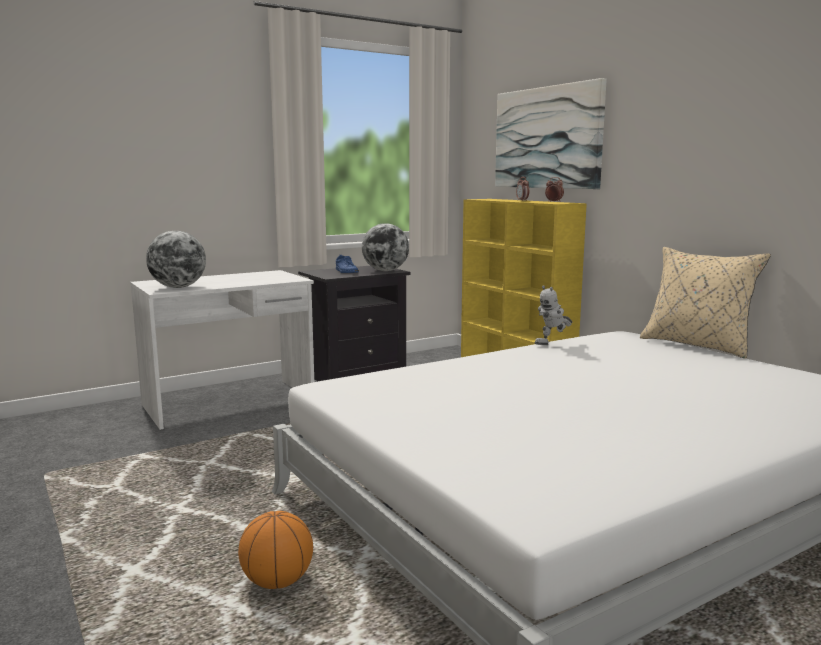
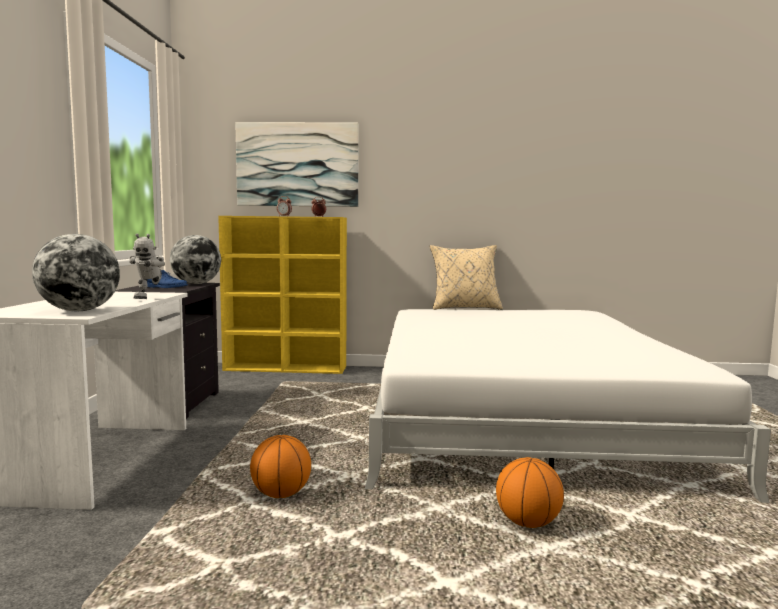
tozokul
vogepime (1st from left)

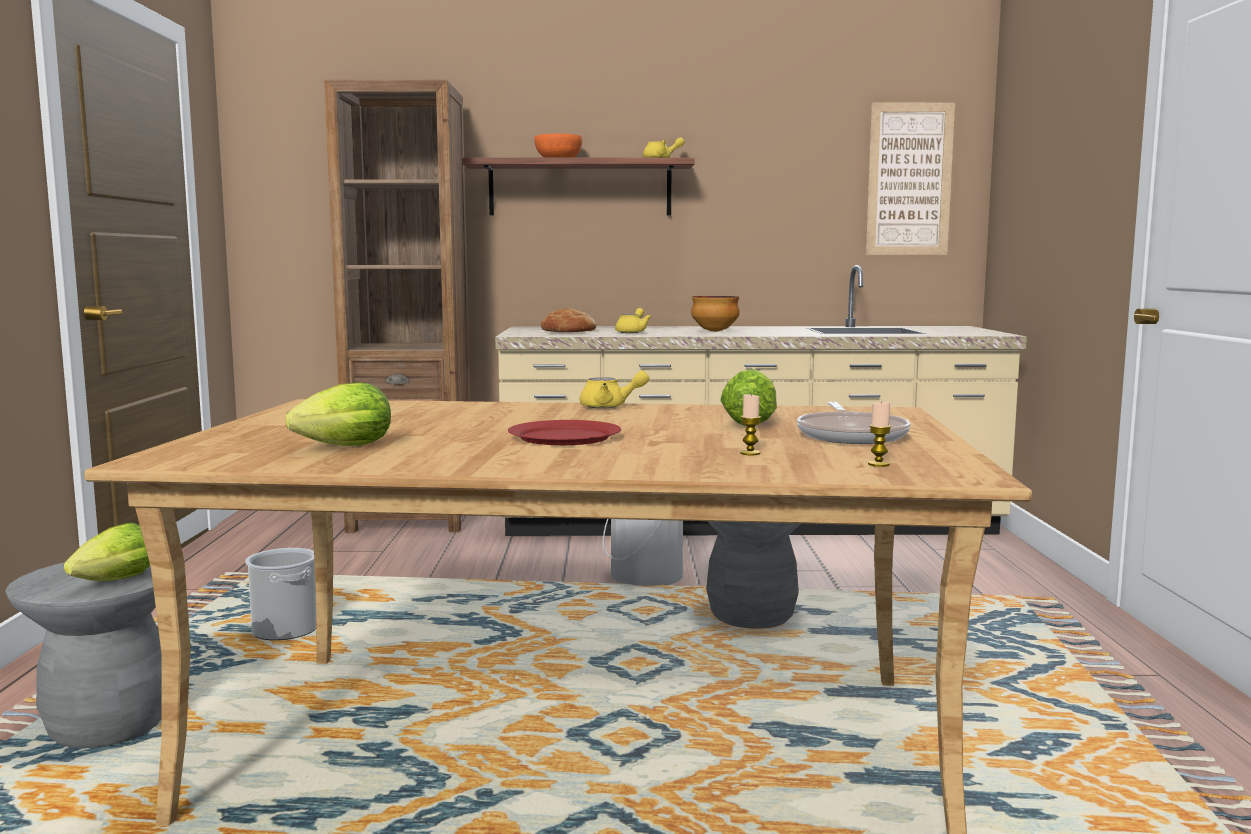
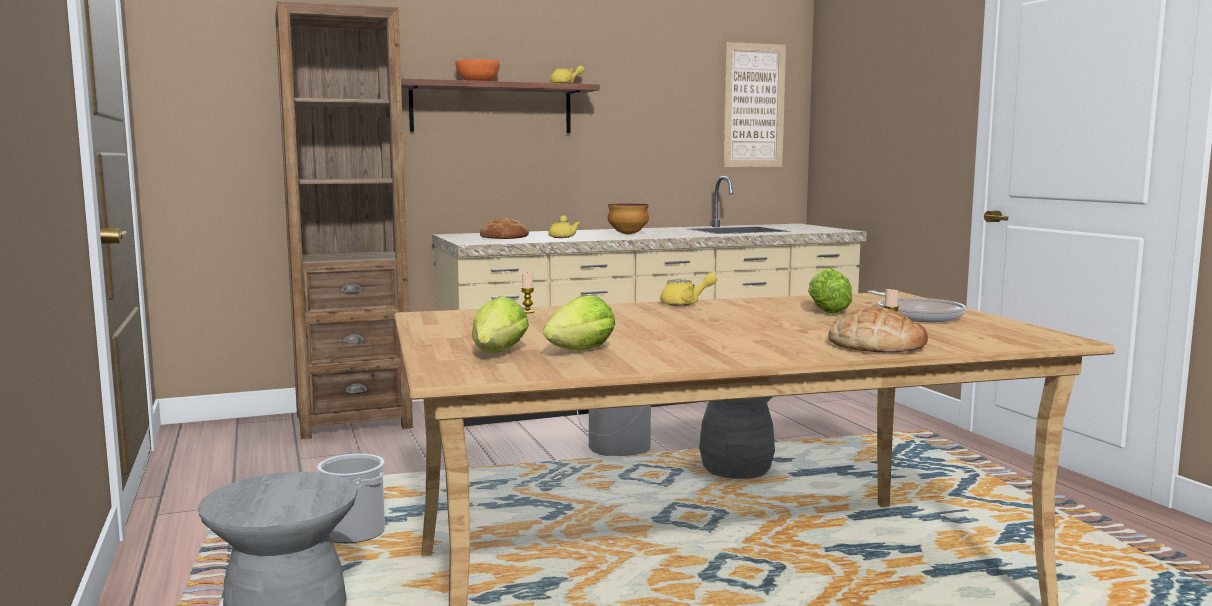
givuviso (1st from left)
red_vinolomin
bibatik (1st from left)
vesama (2nd from left)

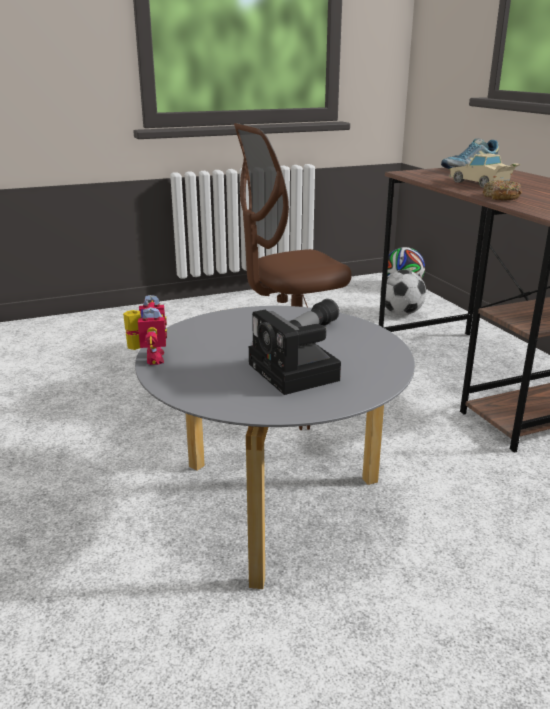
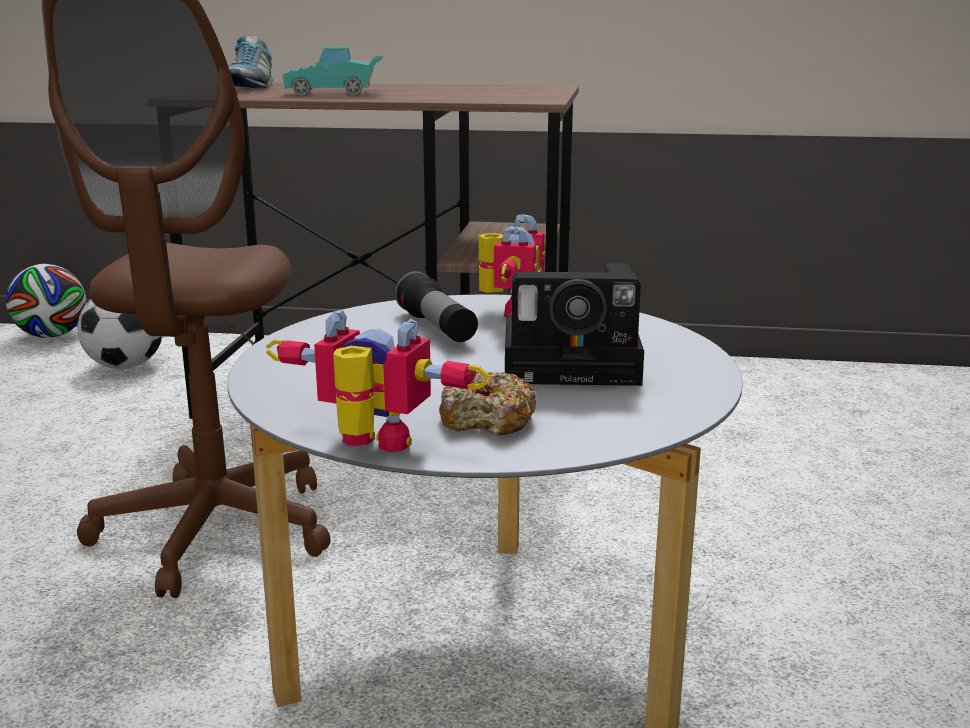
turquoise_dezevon
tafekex
tozokul (2nd from left)

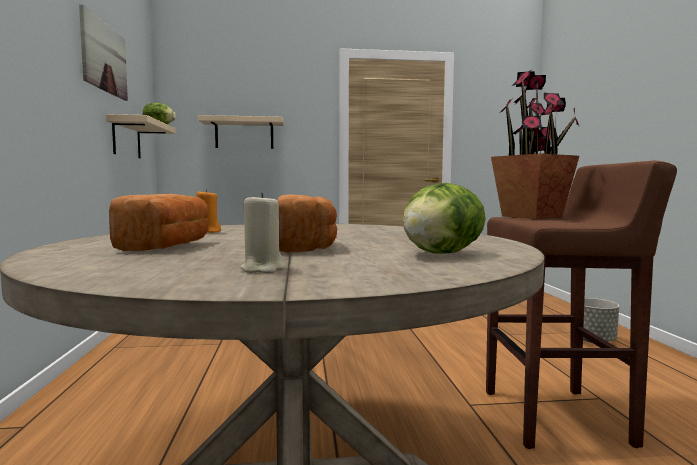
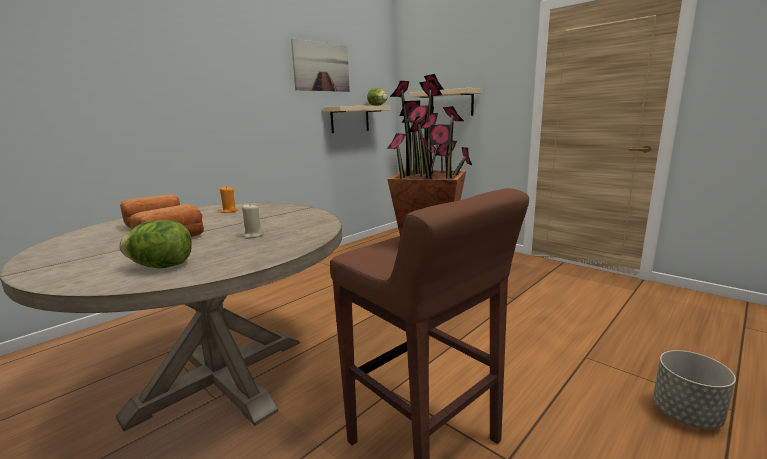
beige_bibatik

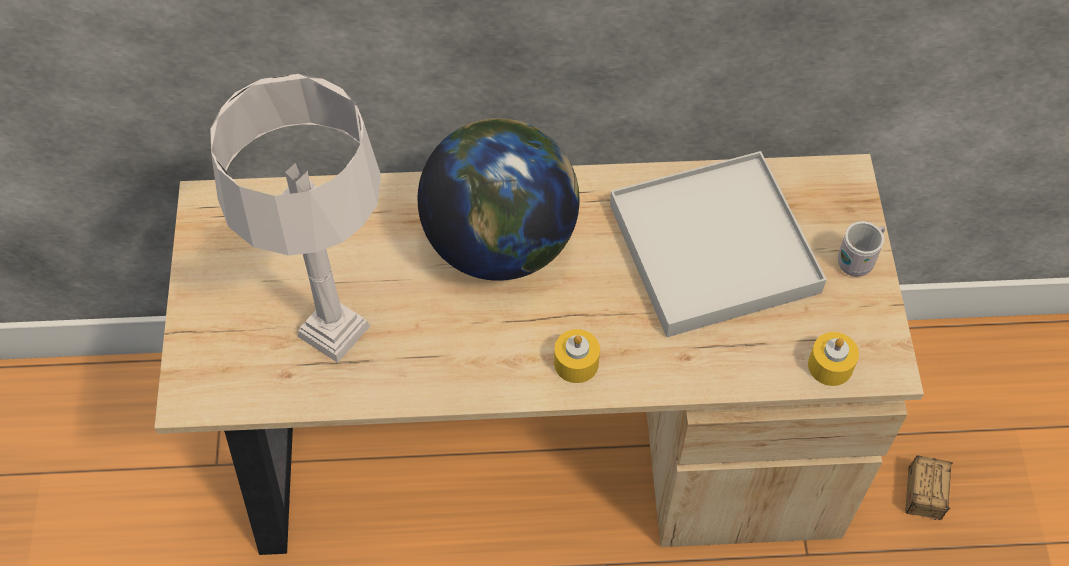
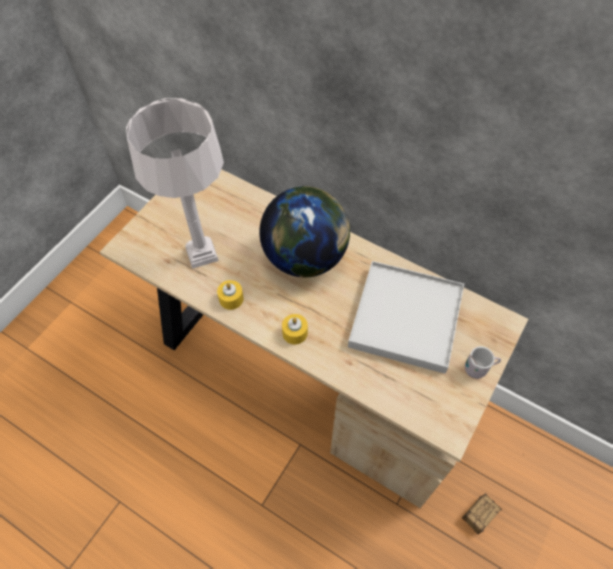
yellow_bibatik (1st from left)

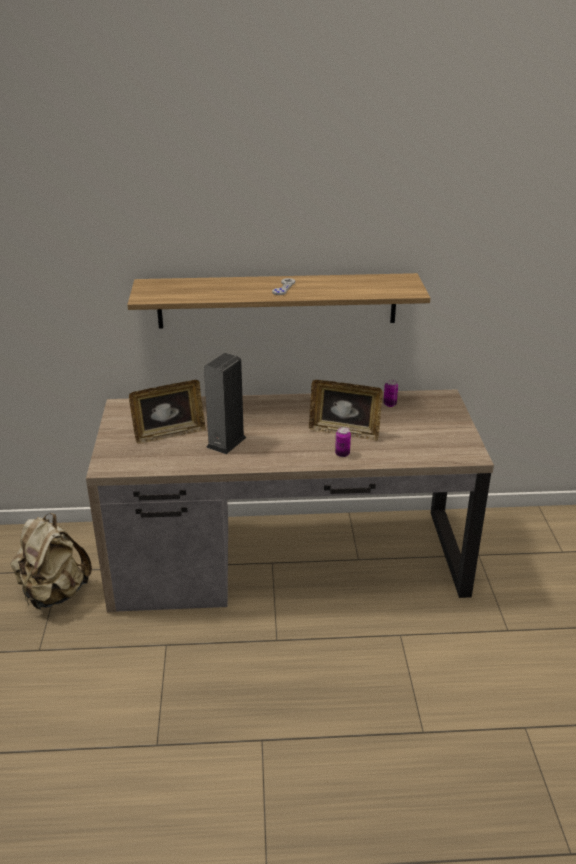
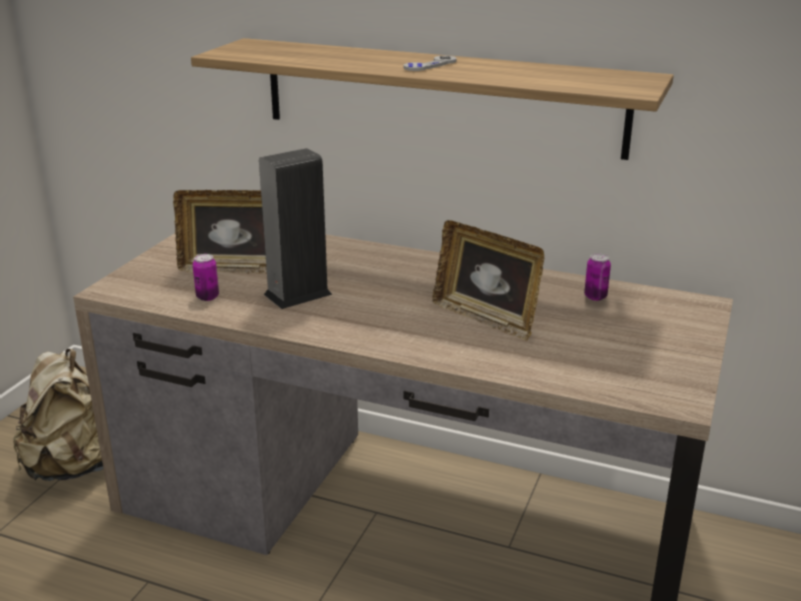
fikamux (1st from left)

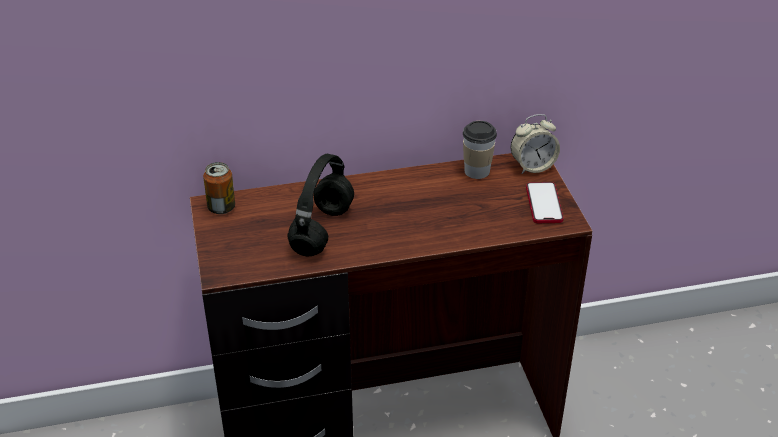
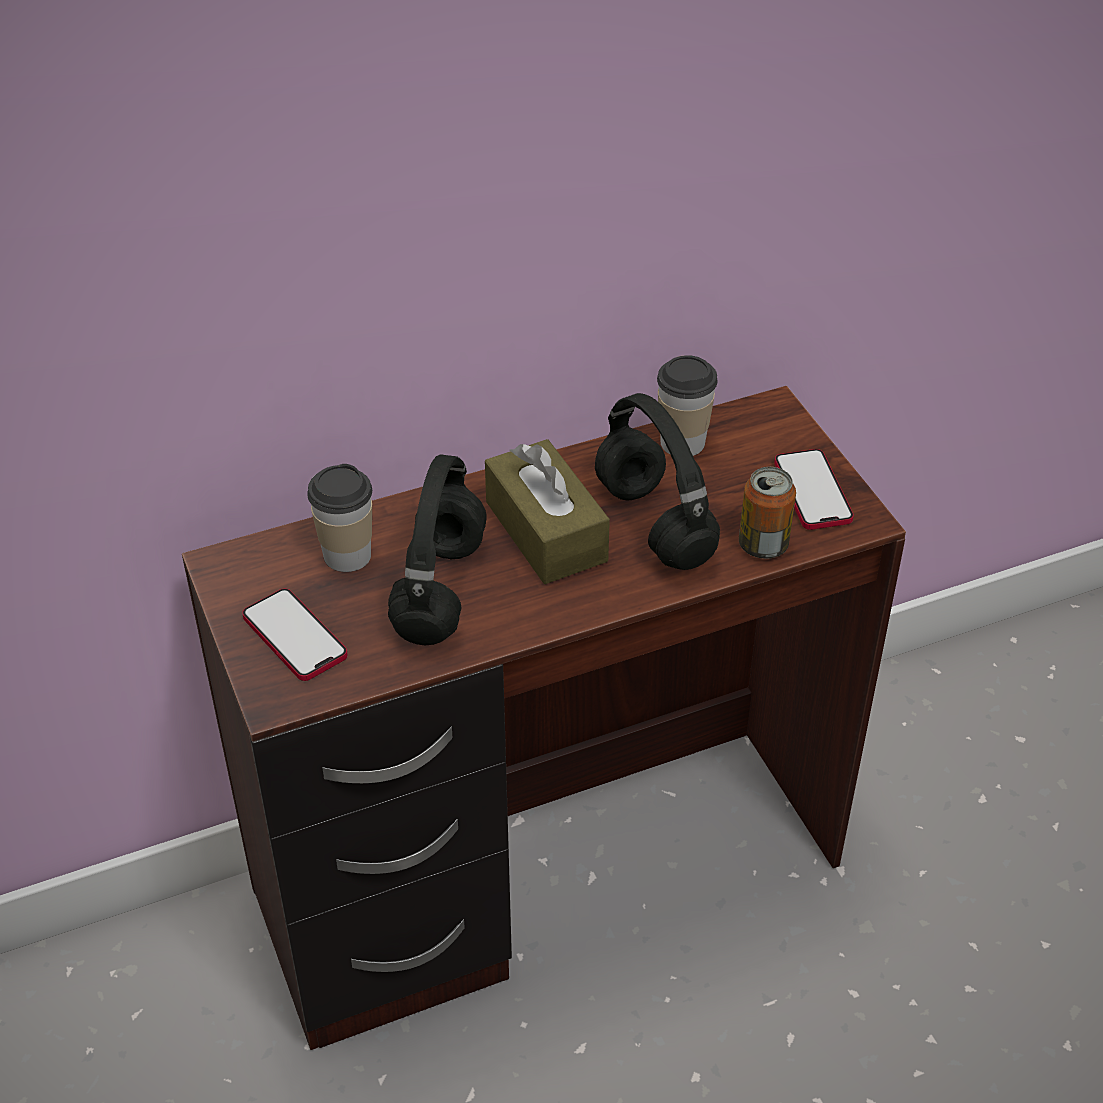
fikamux
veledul
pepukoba (1st from left)
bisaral (1st from left)
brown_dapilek
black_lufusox (2nd from left)

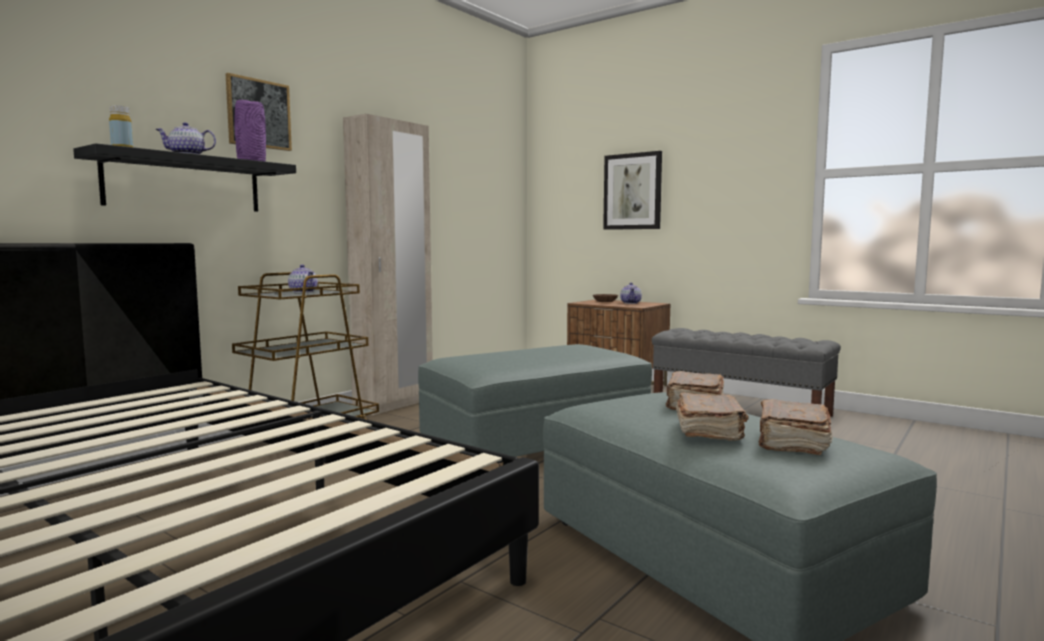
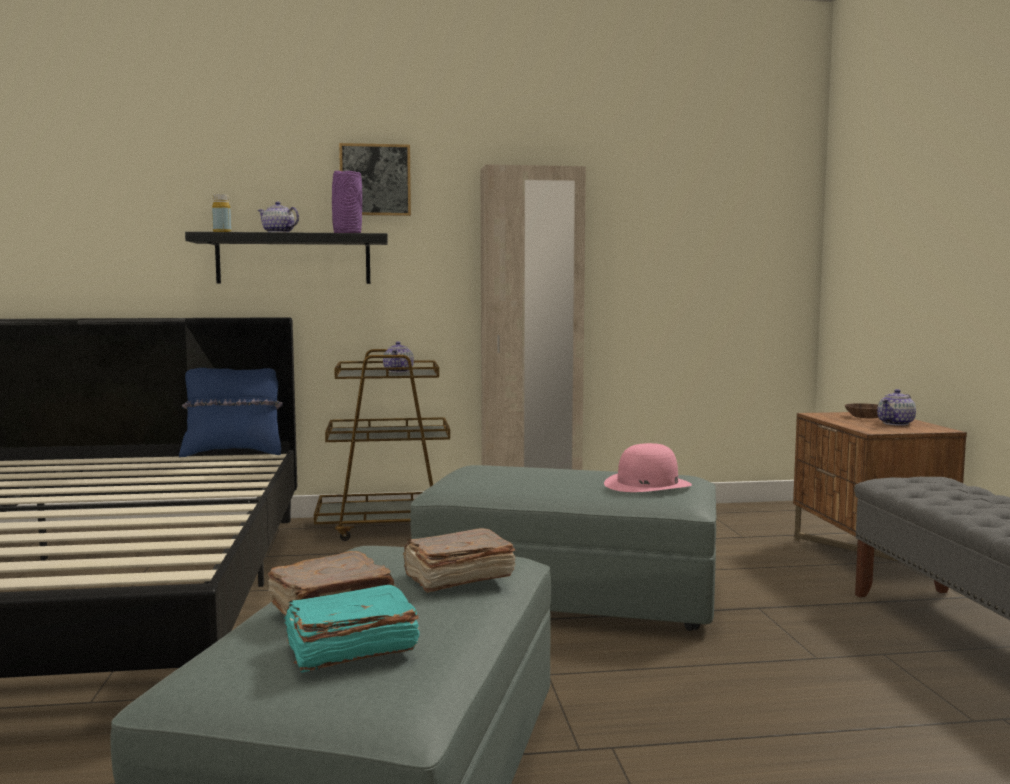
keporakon (2nd from left in the first image)
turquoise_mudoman
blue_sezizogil
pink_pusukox

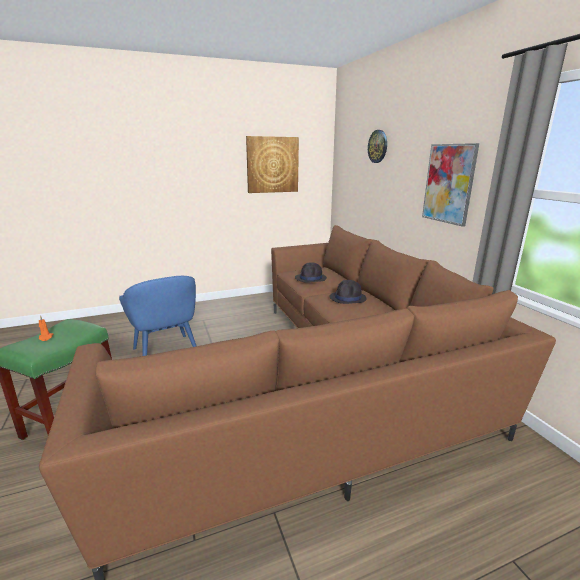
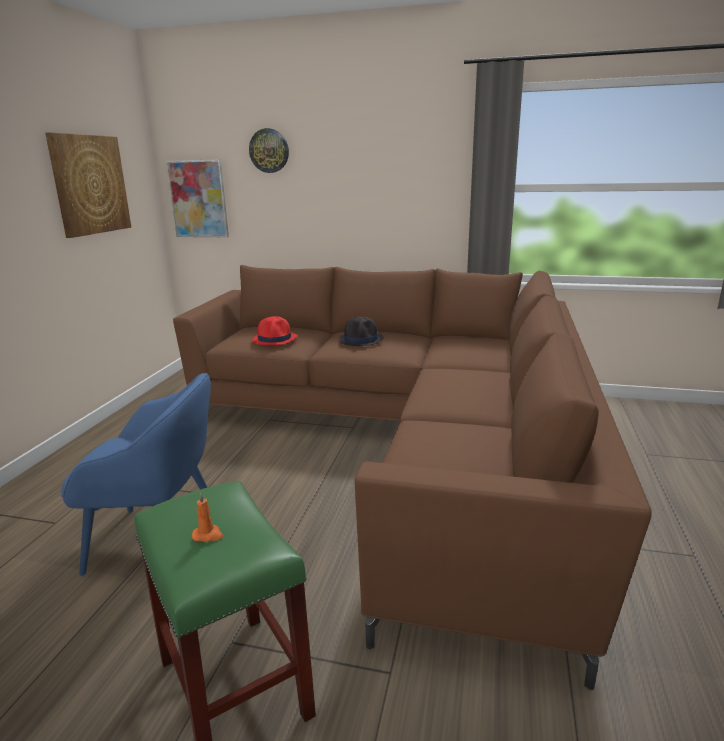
red_pusukox
keporakon (2nd from left)

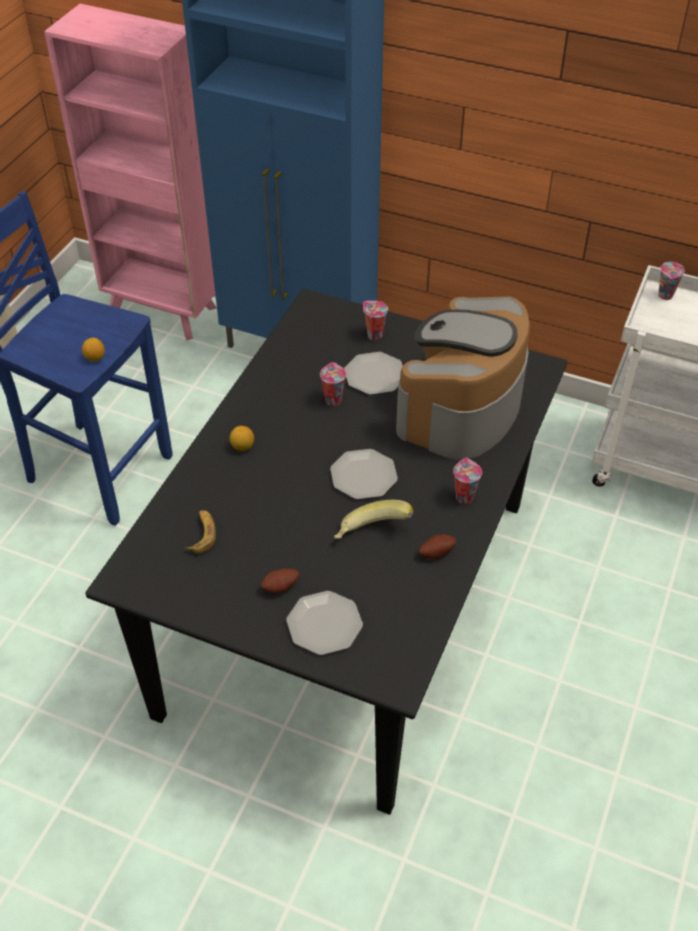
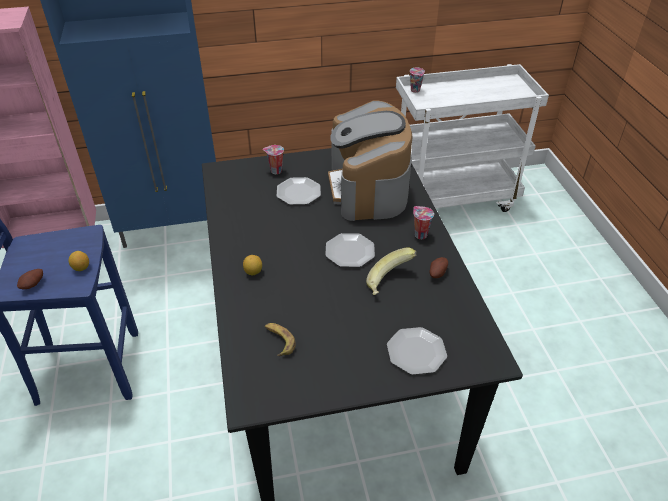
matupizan (1st from left)
bisaral (1st from left in the first image)

